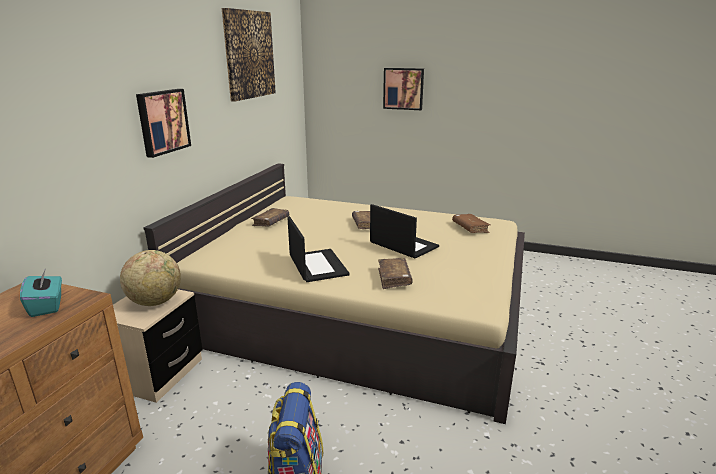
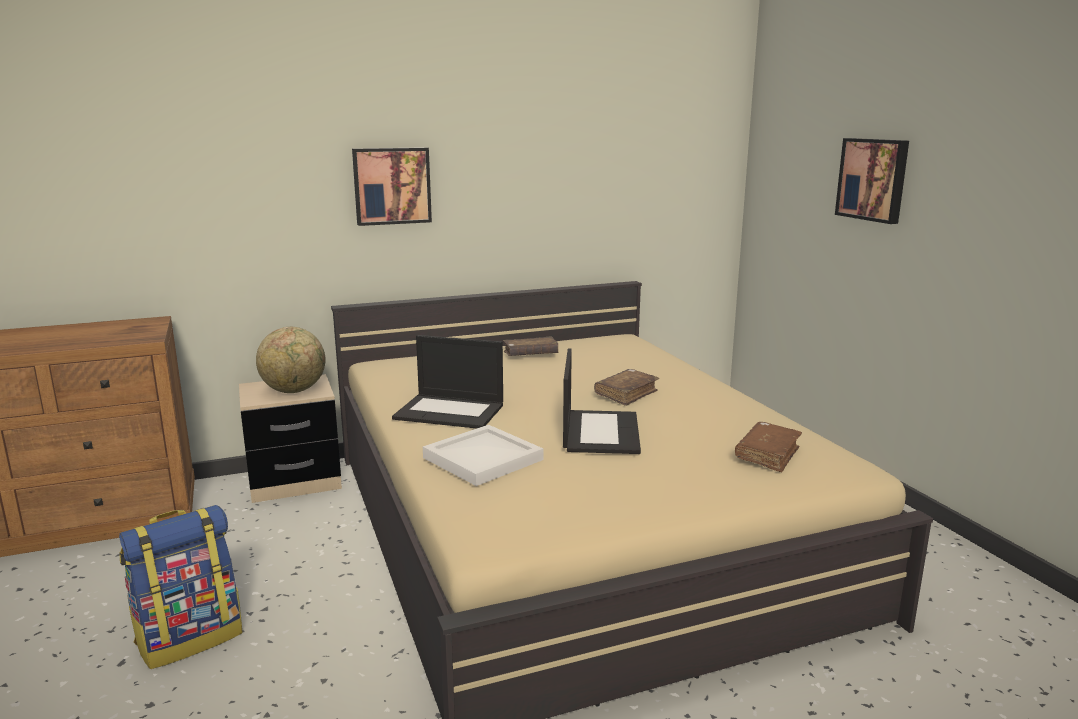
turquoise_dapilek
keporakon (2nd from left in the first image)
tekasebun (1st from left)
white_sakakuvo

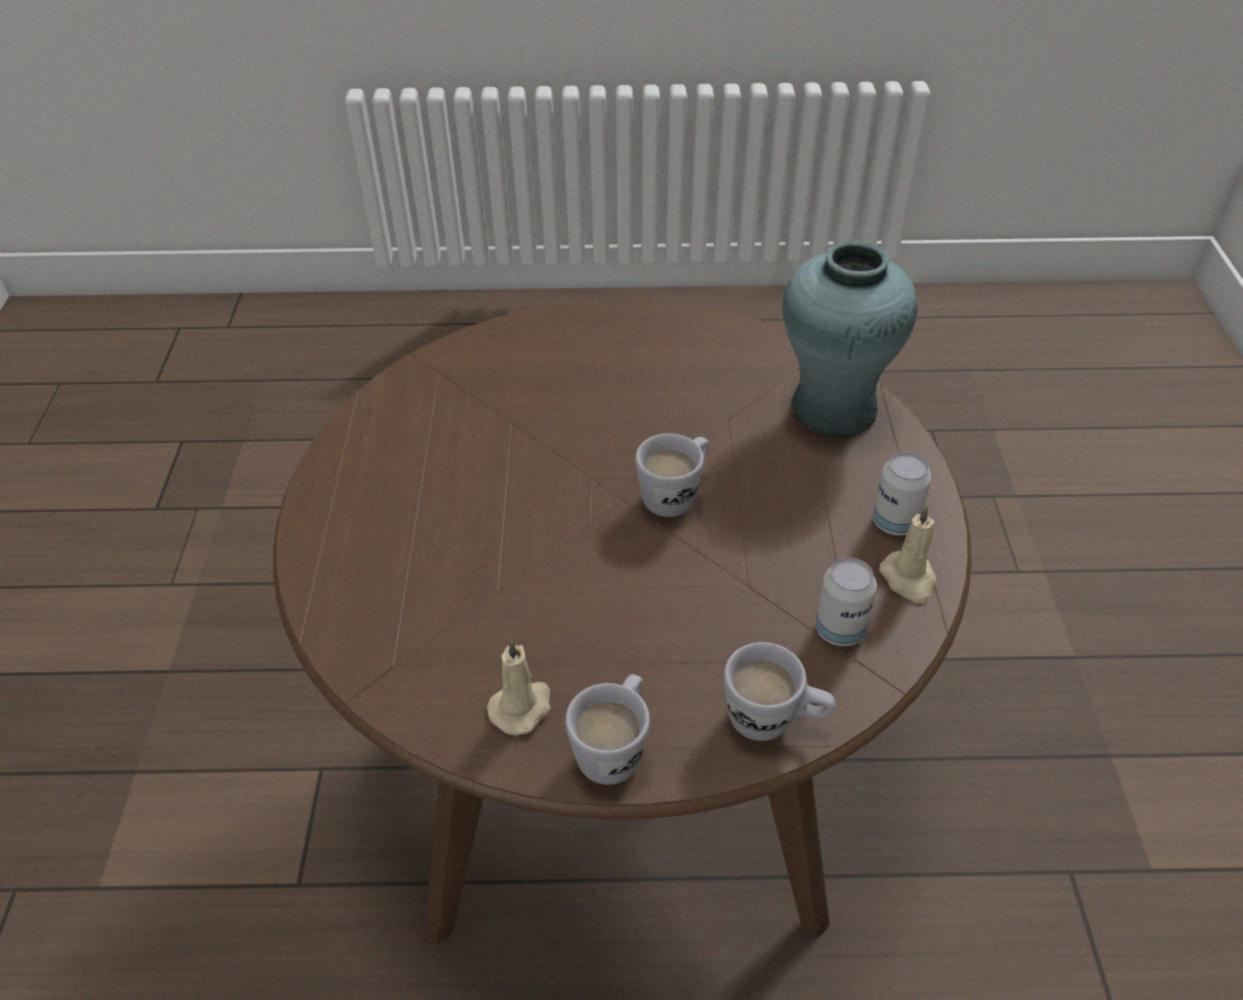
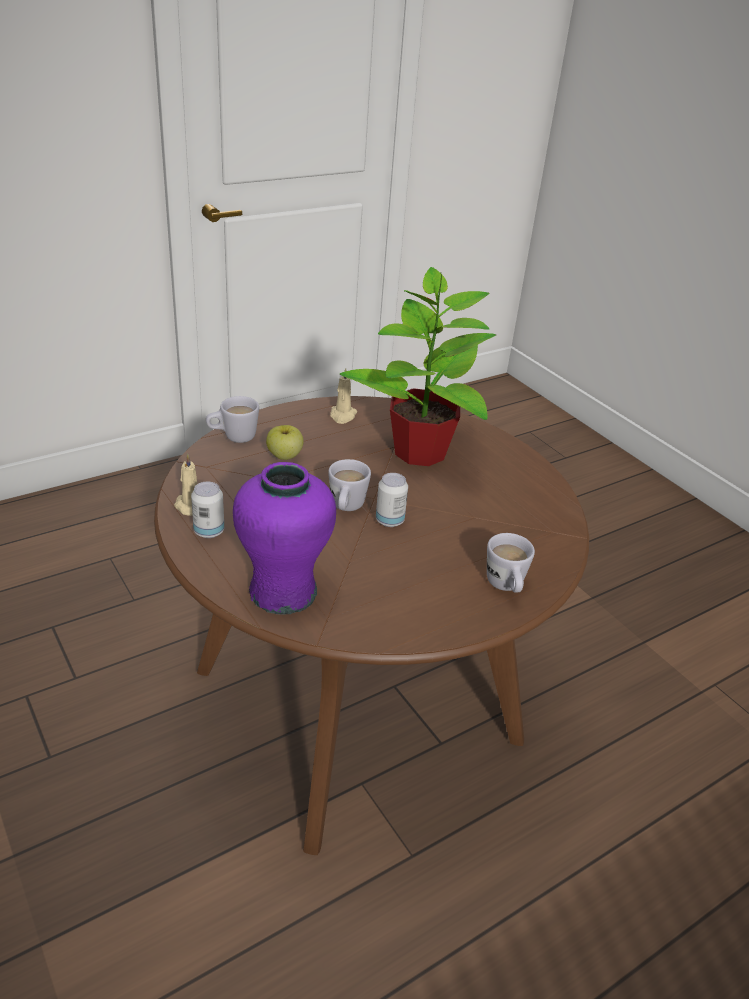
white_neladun (3rd from left)
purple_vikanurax
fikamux (2nd from left)
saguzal
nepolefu

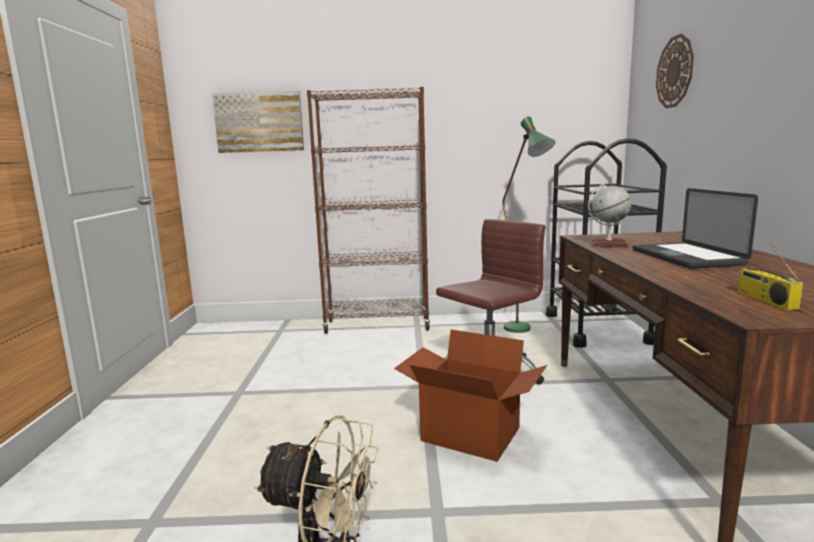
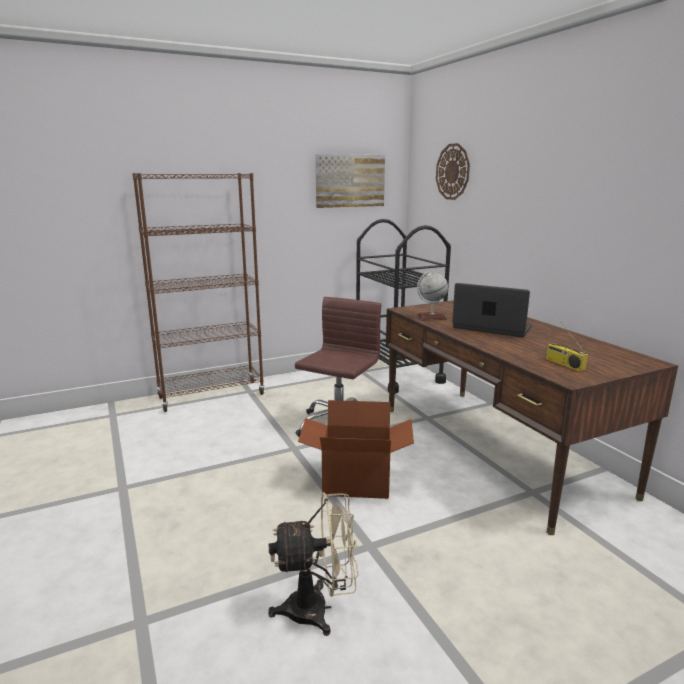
keporakon
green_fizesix
tekasebun

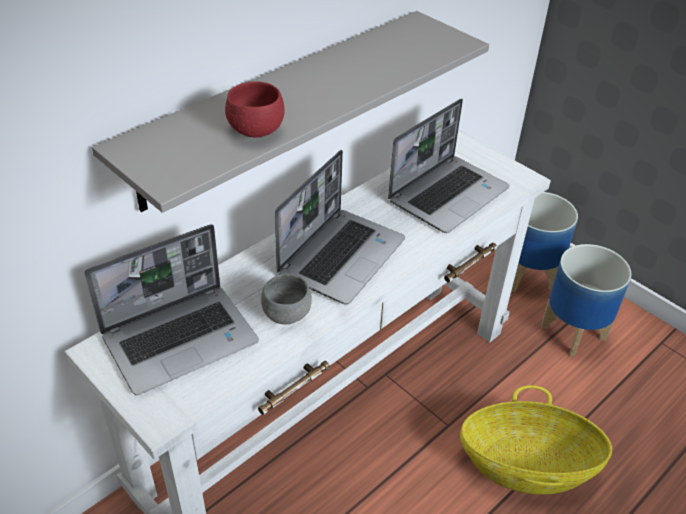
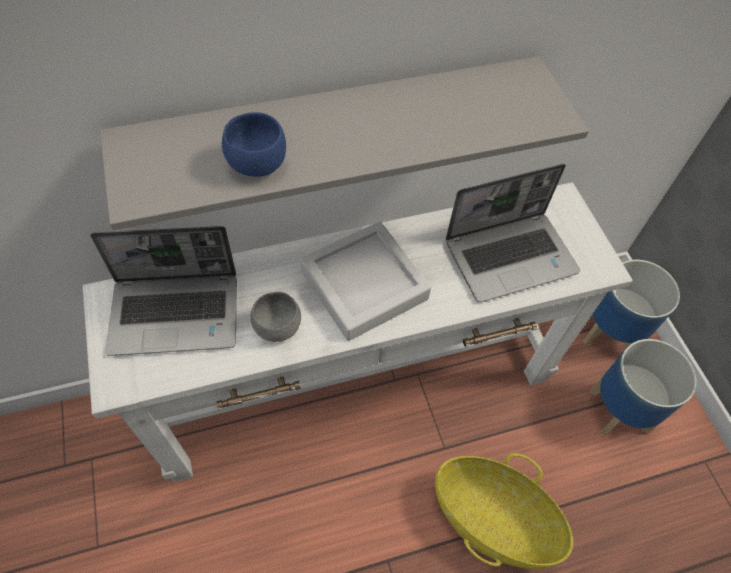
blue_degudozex
grey_sakakuvo

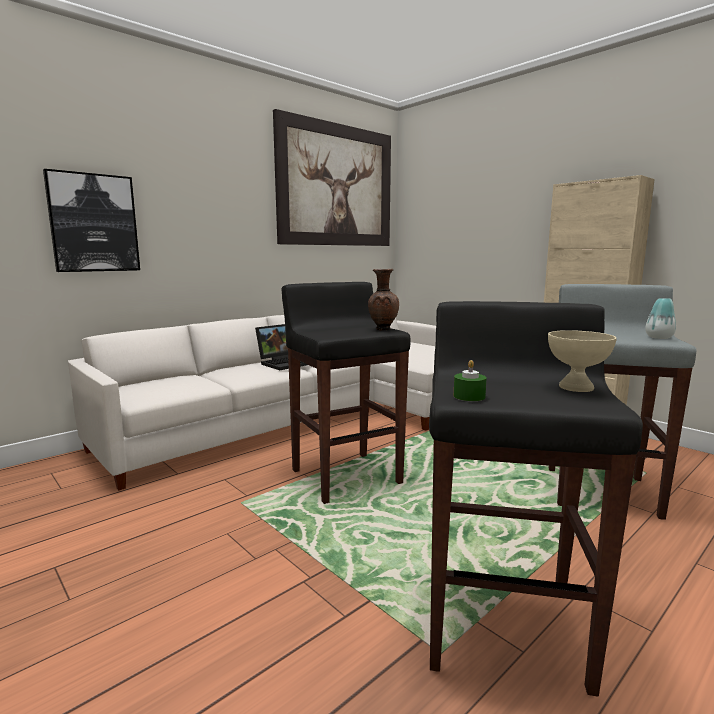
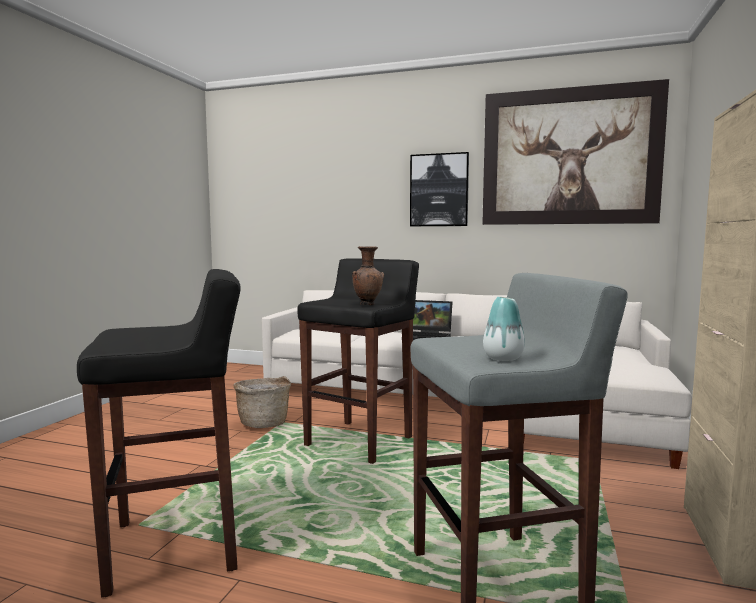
keporakon (1st from left)
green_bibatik
beige_degudozex
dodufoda

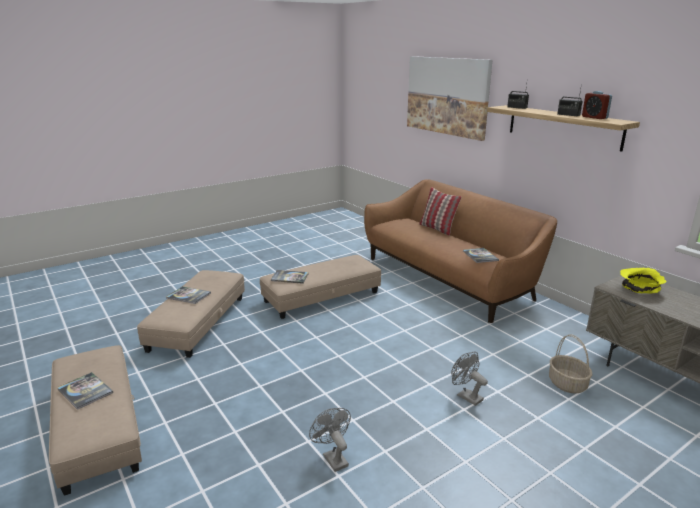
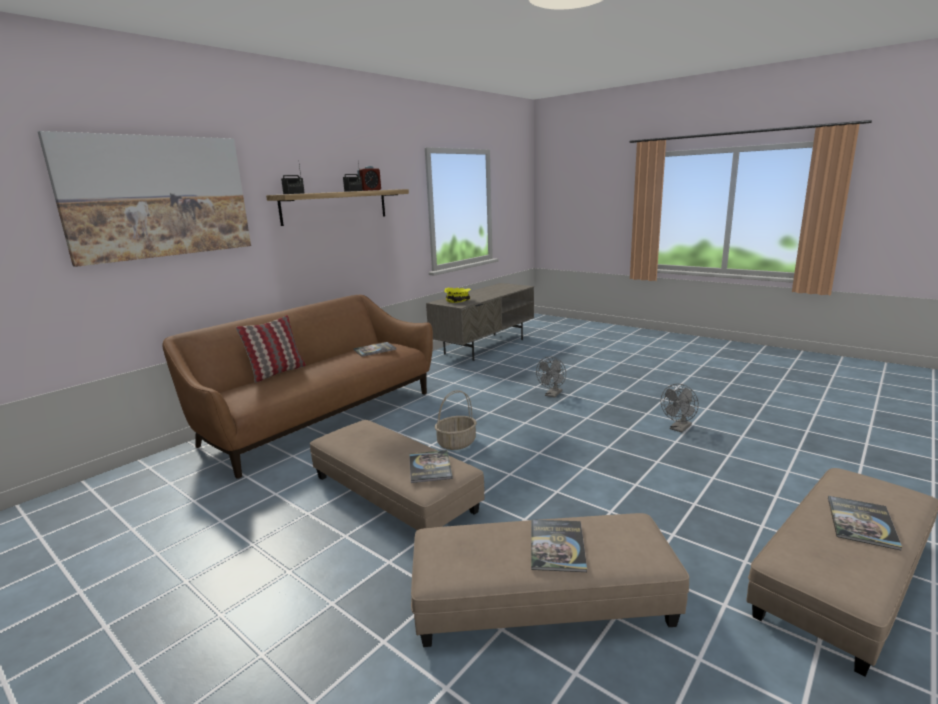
dodufoda

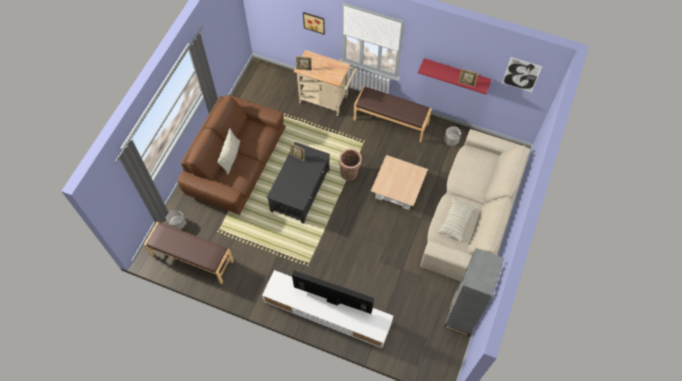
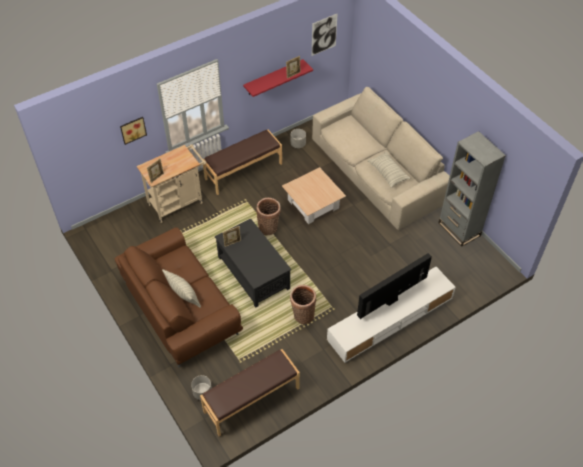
dodufoda (2nd from left)

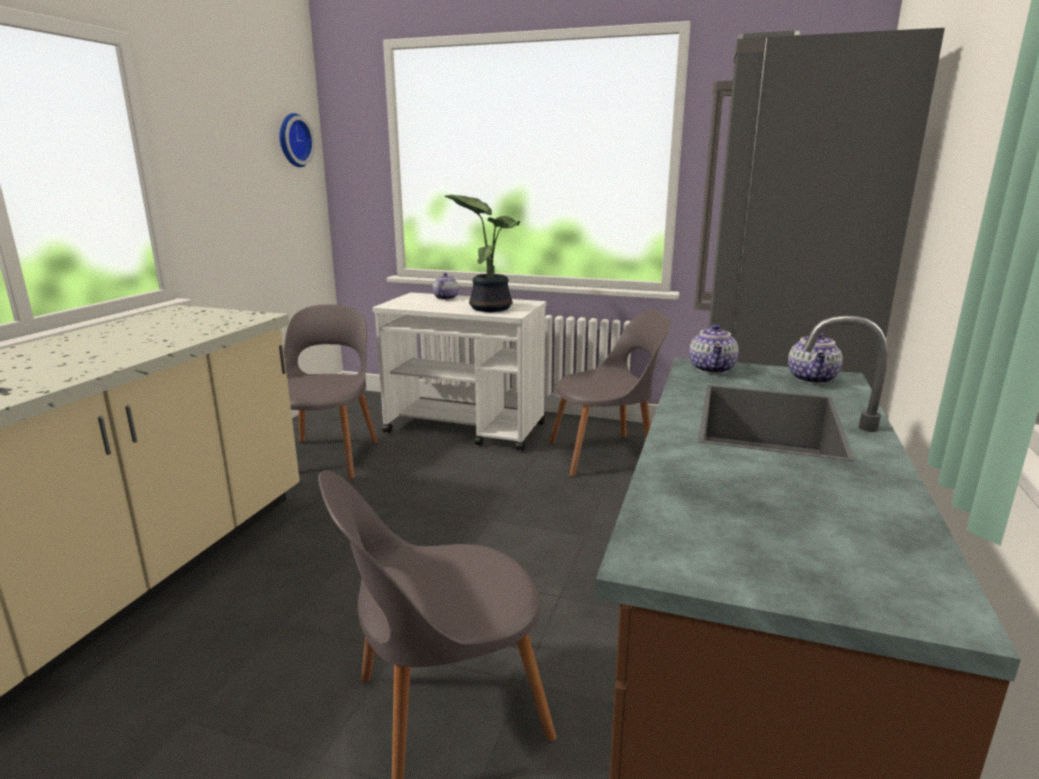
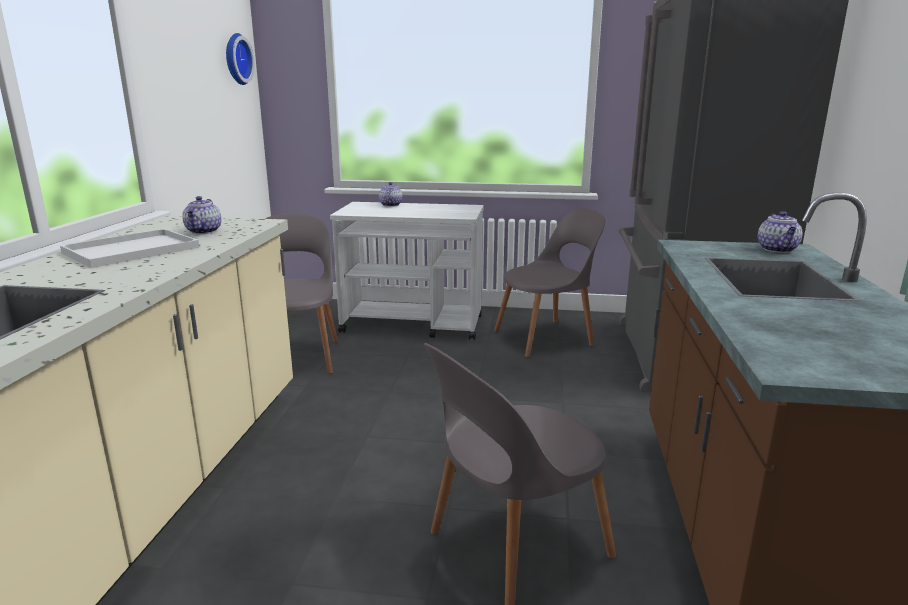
nepolefu
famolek (1st from left)
white_sakakuvo

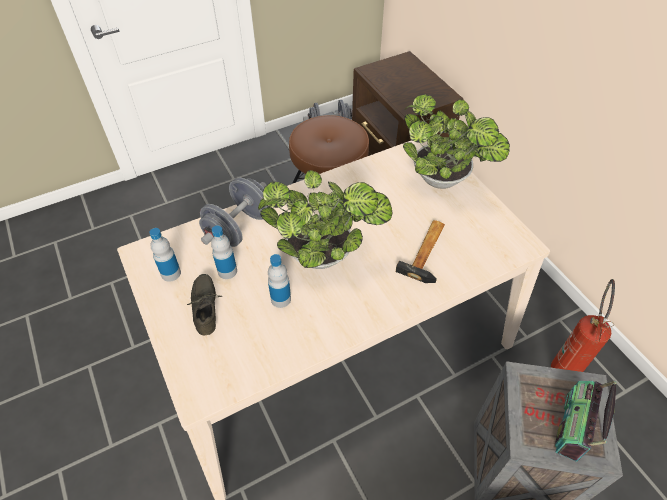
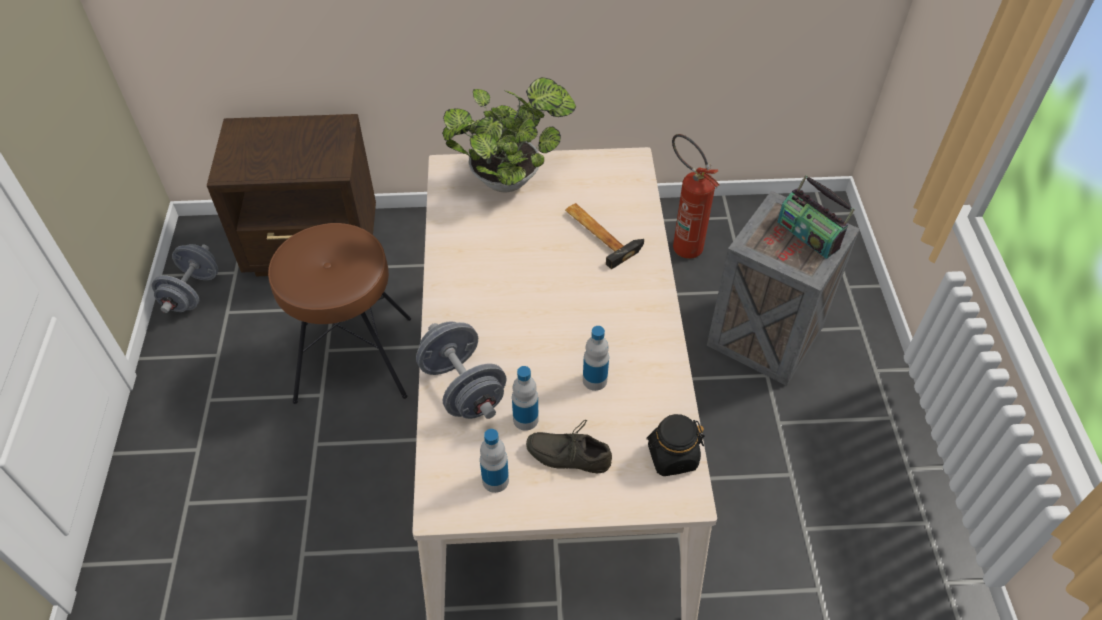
nepolefu (1st from left in the first image)
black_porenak

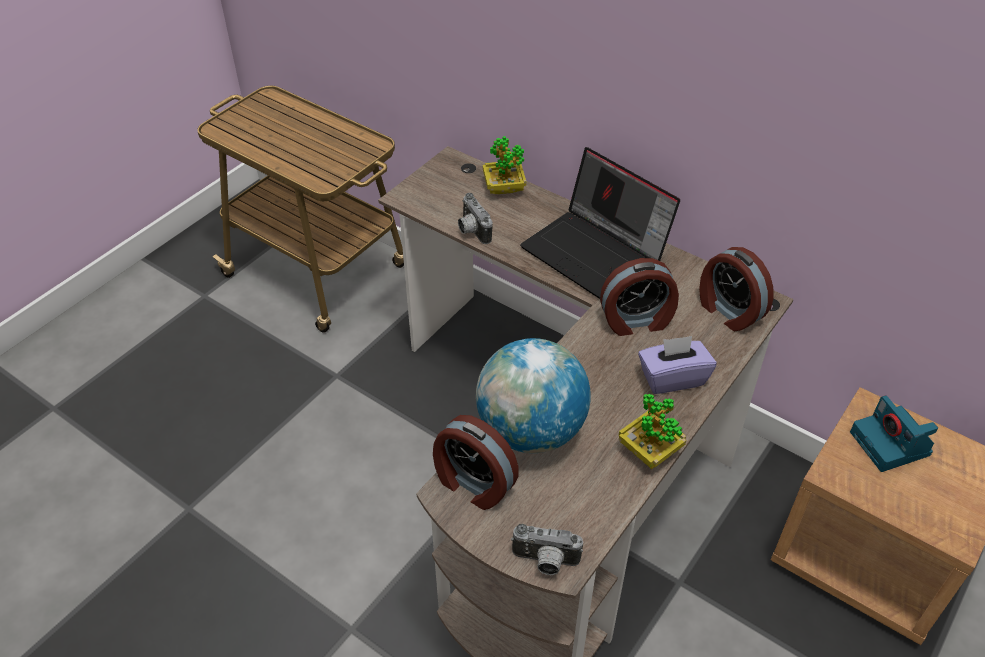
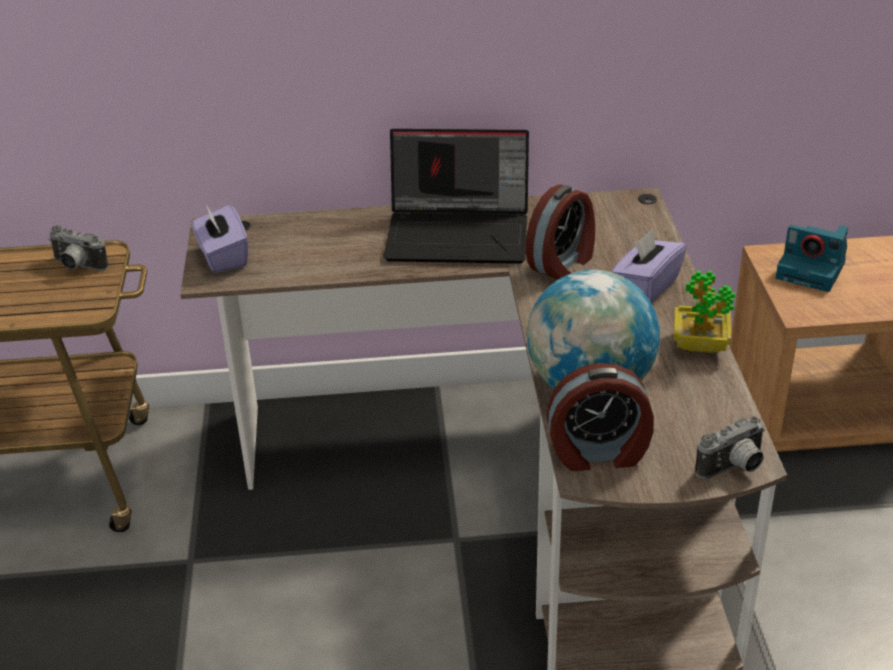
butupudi (1st from left)
nepolefu (1st from left in the first image)
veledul (3rd from left in the first image)
purple_dapilek (1st from left)

